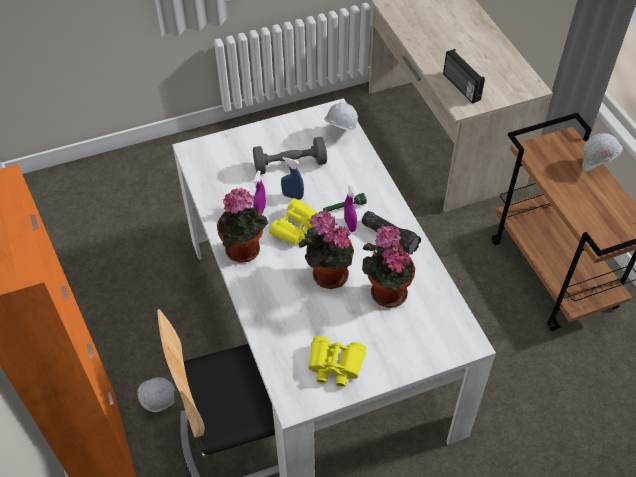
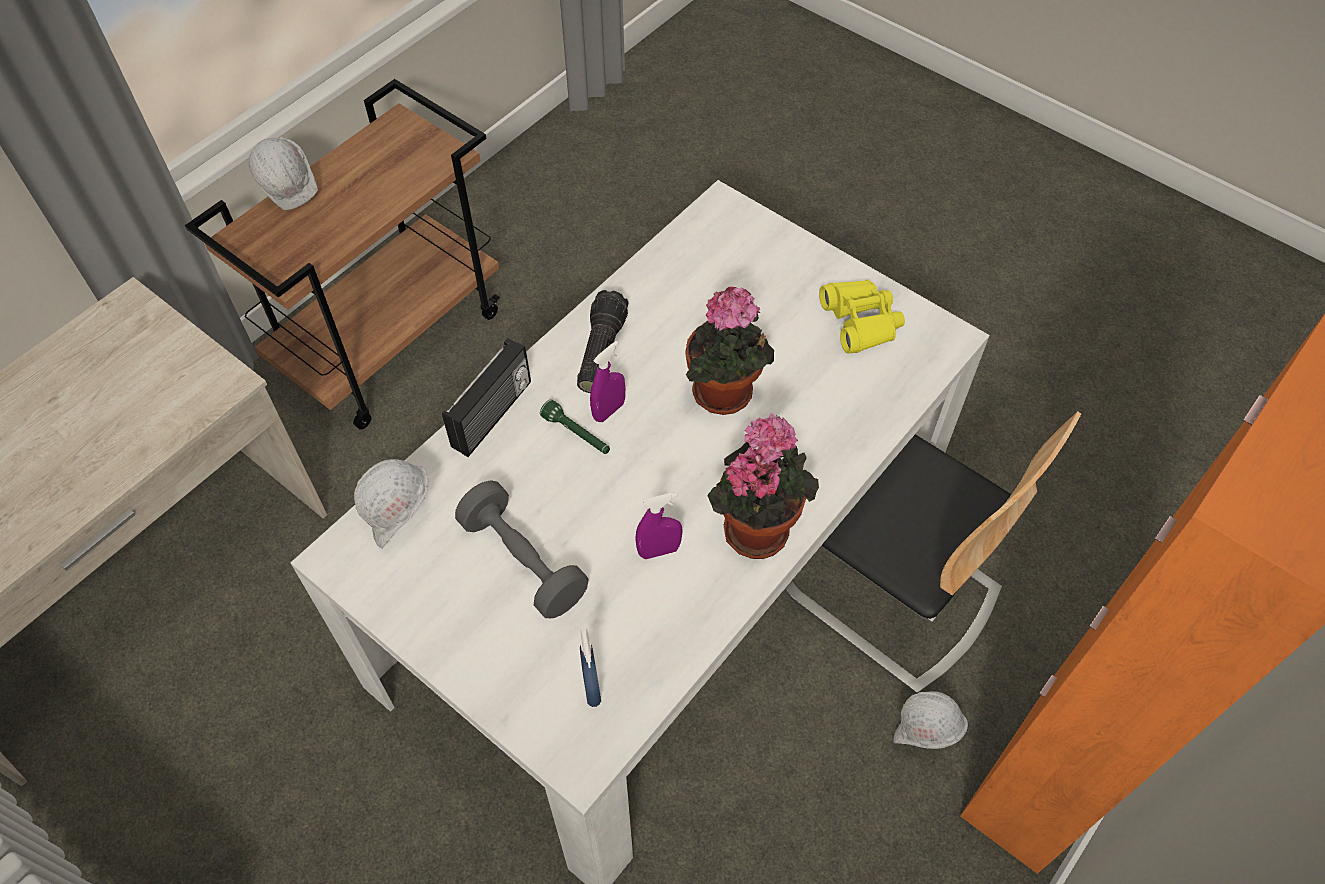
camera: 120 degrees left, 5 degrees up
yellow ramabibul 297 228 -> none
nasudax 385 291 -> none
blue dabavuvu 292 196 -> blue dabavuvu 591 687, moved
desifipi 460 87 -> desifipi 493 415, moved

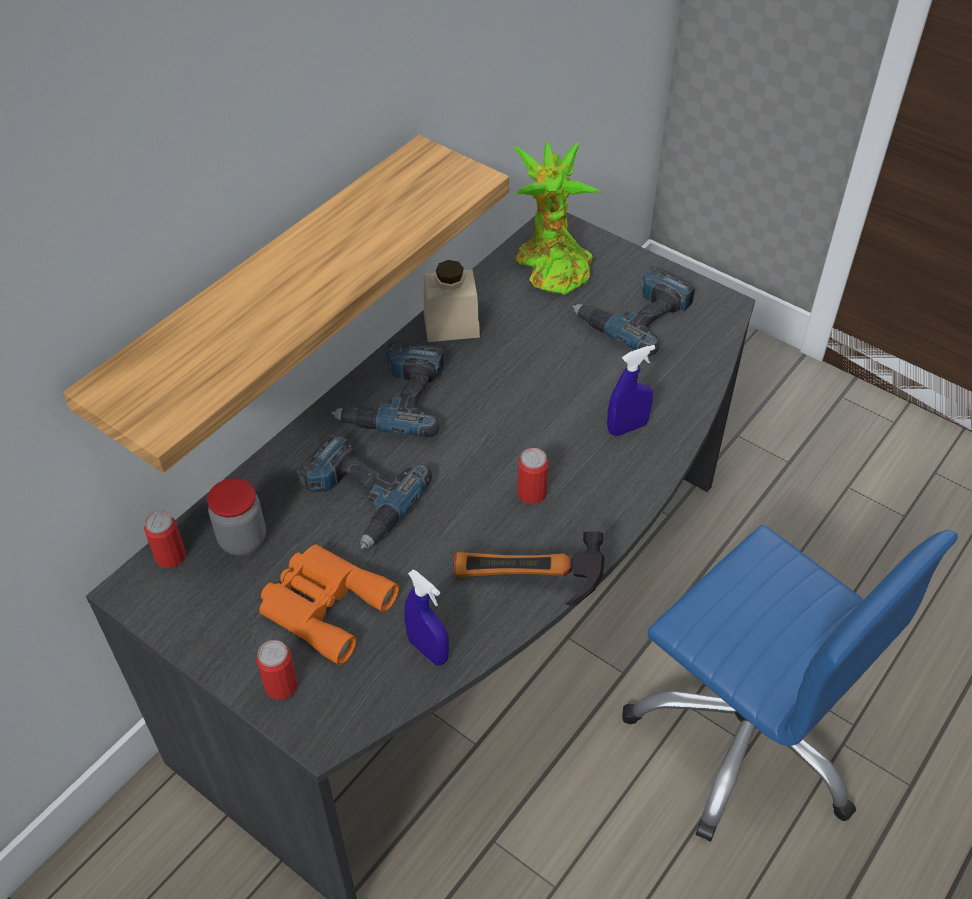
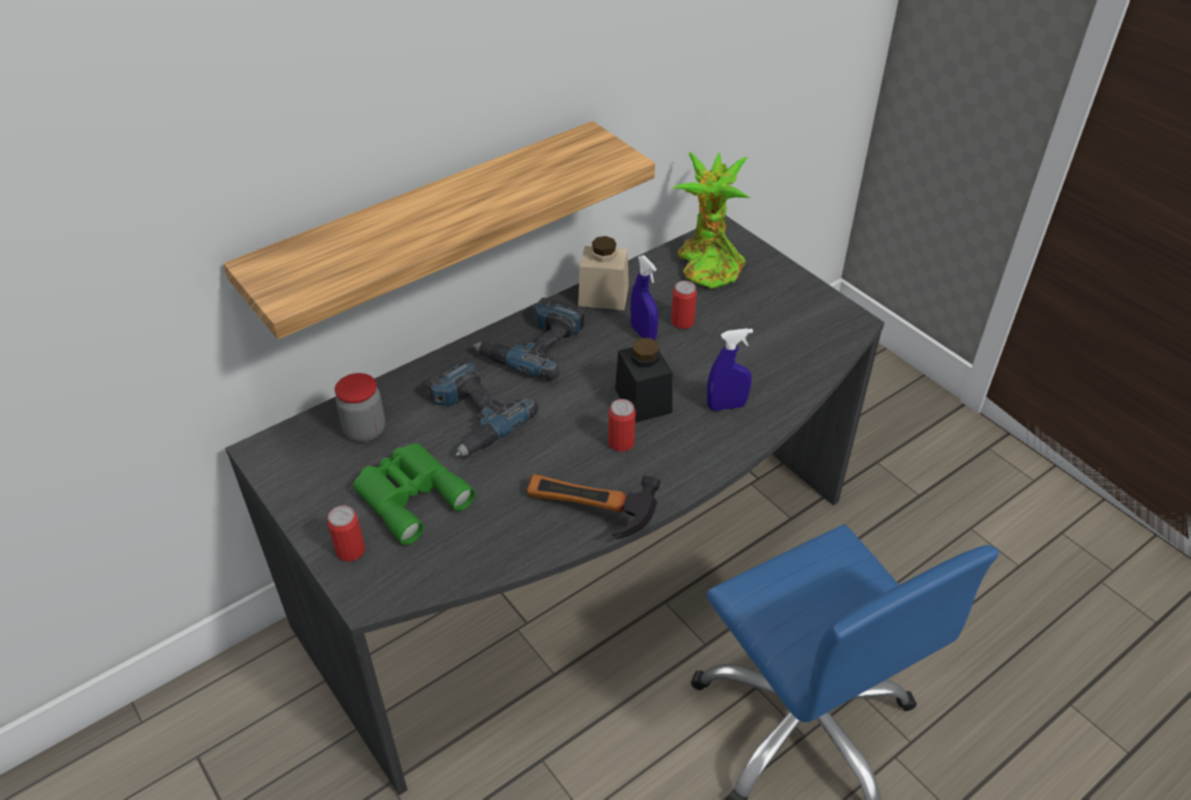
camera: 15 degrees right, 5 degrees down
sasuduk 635 315 -> none
none -> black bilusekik 643 400
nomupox 170 556 -> nomupox 682 322, moved
blue dabavuvu 428 650 -> blue dabavuvu 643 333, moved
orange ramabibul 324 605 -> green ramabibul 410 495

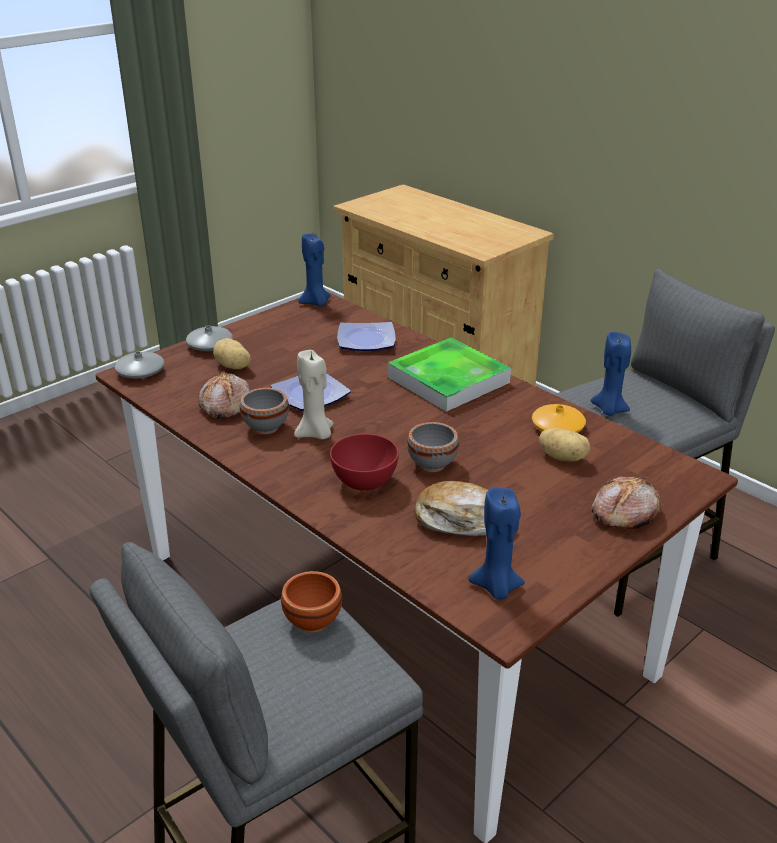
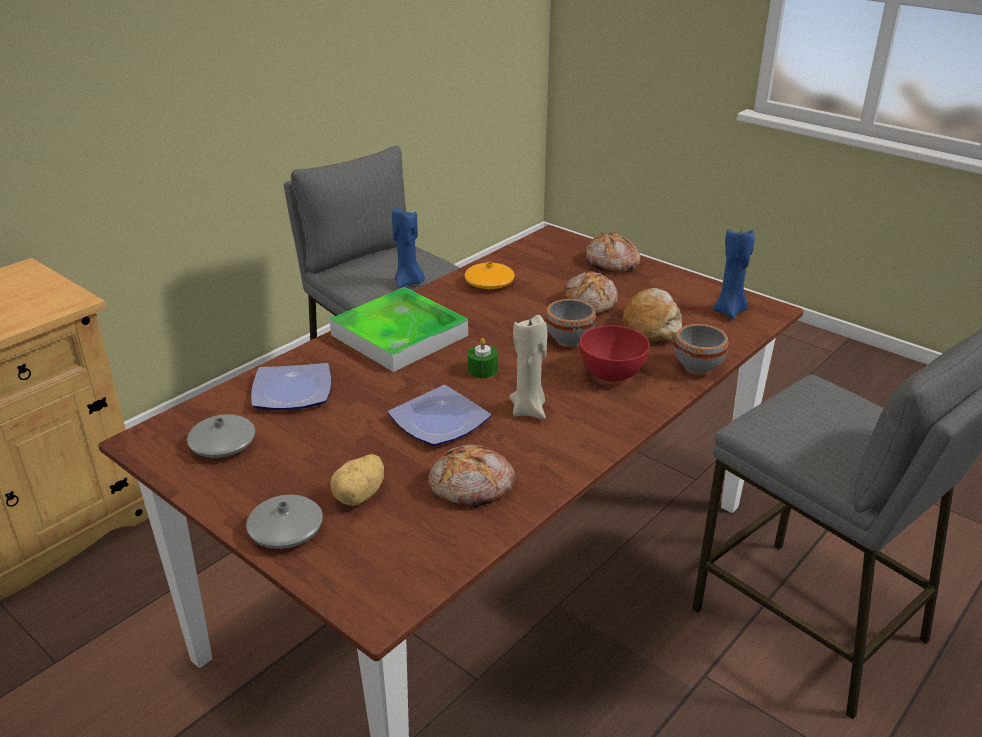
camera: 95 degrees left, 0 degrees up
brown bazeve 312 623 -> none
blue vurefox 316 303 -> none
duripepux 563 457 -> none
none -> green vurefox 482 370
none -> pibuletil 591 302
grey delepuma 140 372 -> grey delepuma 223 444, moved
grey bazeve 265 428 -> grey bazeve 699 368, moved

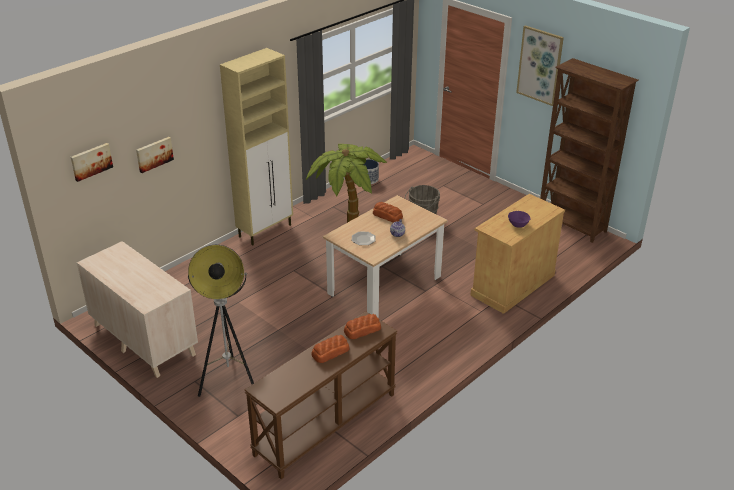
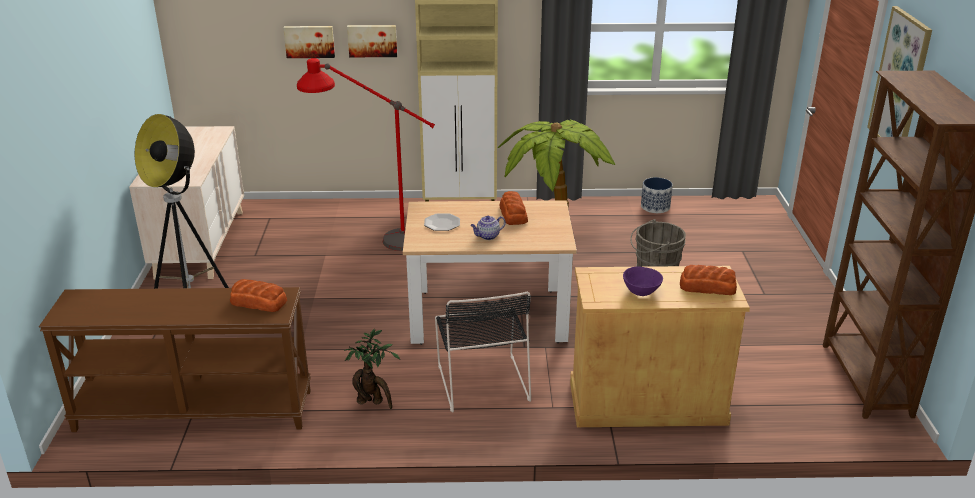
camera: 45 degrees right, 5 degrees down
none -> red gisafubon 373 240
none -> nasudax 373 402
none -> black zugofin 482 380
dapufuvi 91 161 -> dapufuvi 372 40, moved
pibuletil 330 352 -> pibuletil 707 286, moved

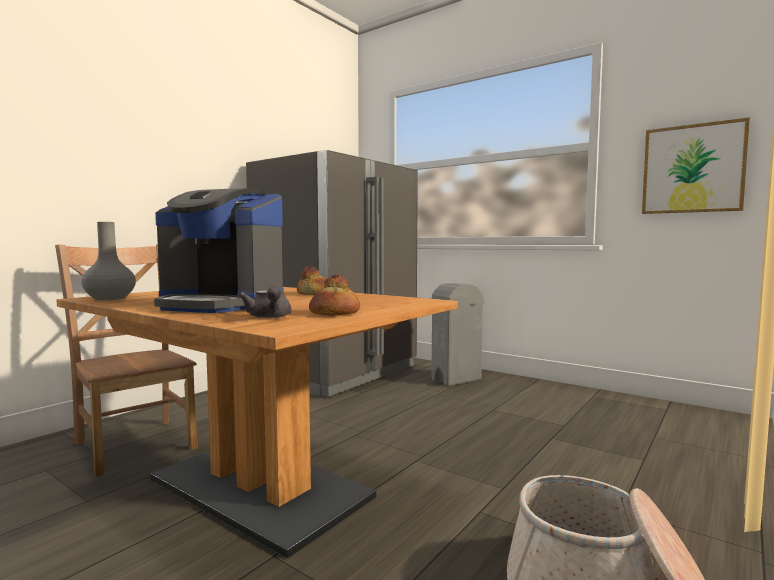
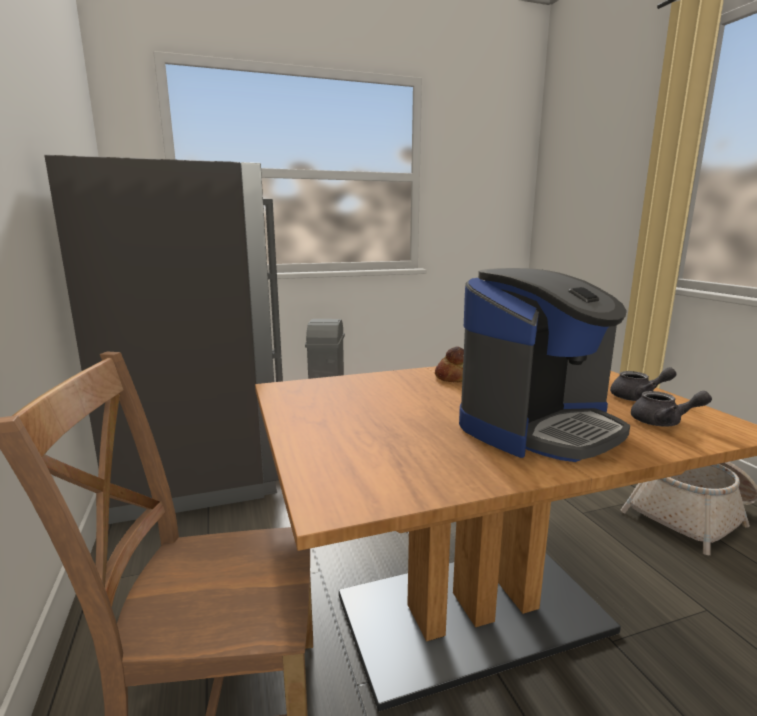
camera: 55 degrees left, 10 degrees up
grey delepuma 110 298 -> none
dapufuvi 692 169 -> none
pibuletil 335 313 -> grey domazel 638 397

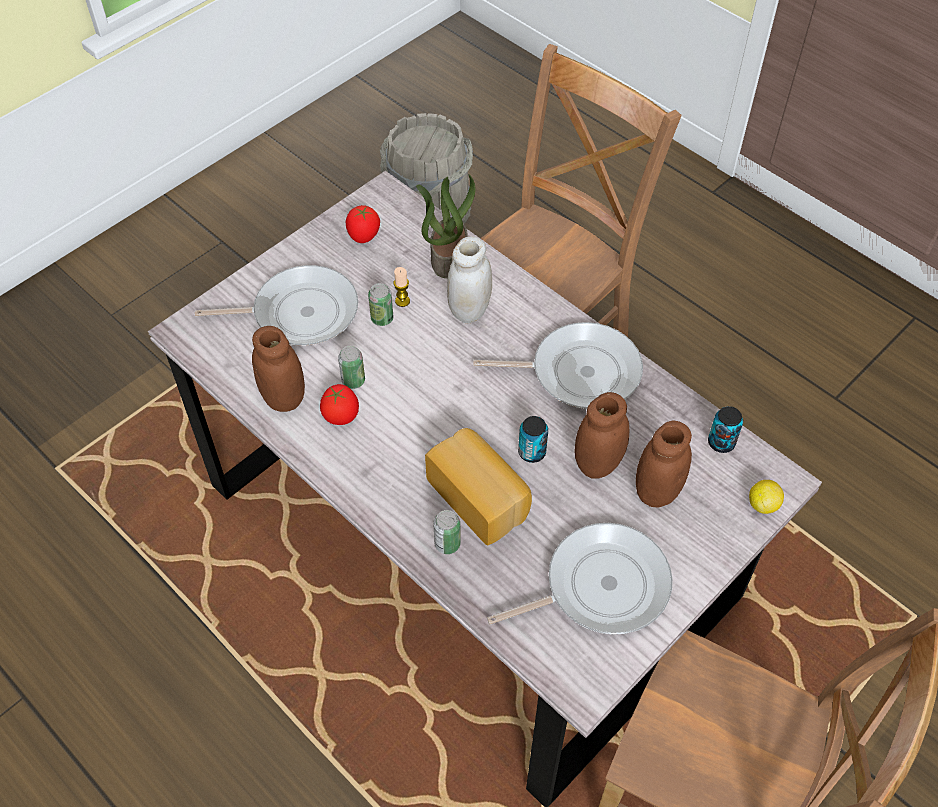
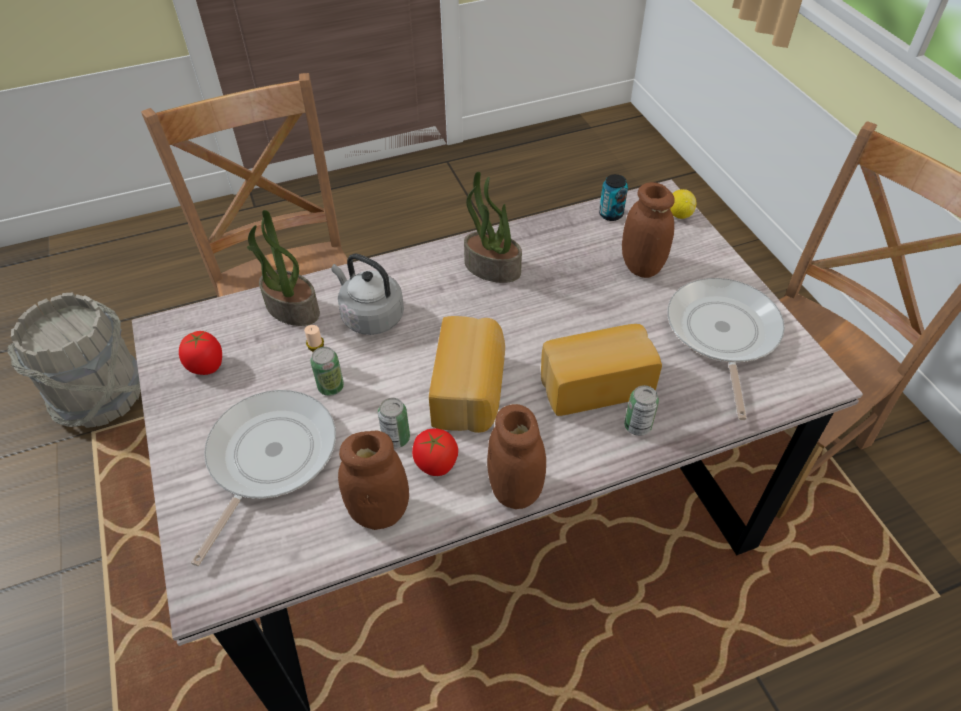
camera: 65 degrees left, 5 degrees down
nomupox 532 452 -> none
none -> pibuletil 470 390
brown bilusekik 598 464 -> brown bilusekik 515 490, moved
white bilusekik 469 310 -> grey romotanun 370 316
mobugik 579 372 -> nasudax 491 268

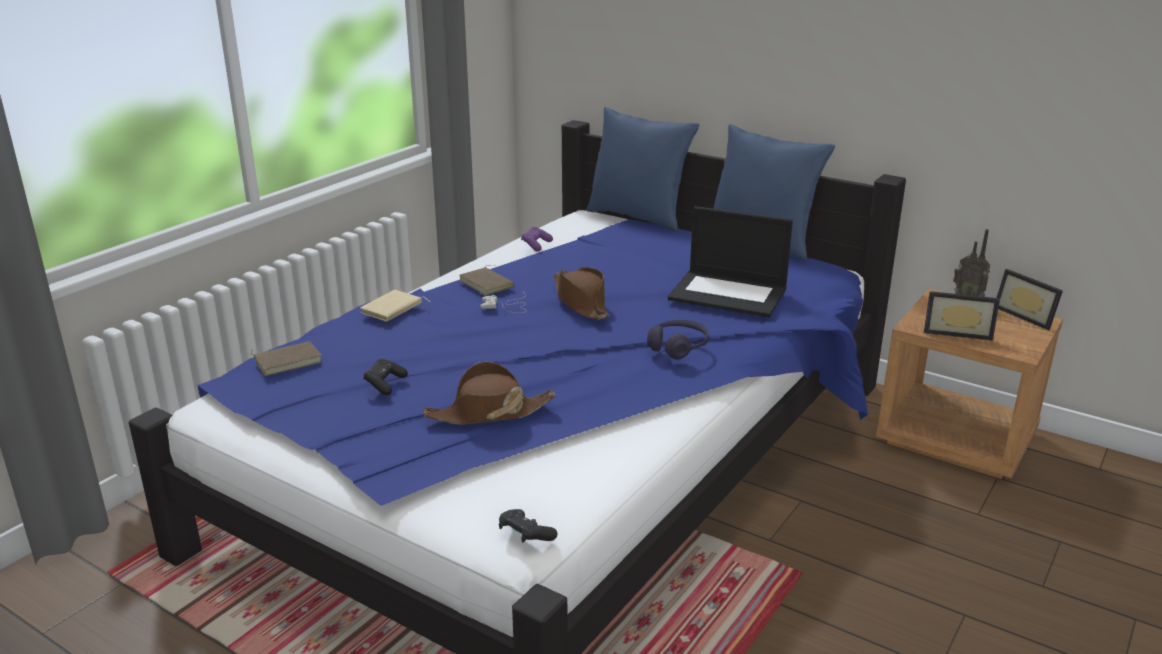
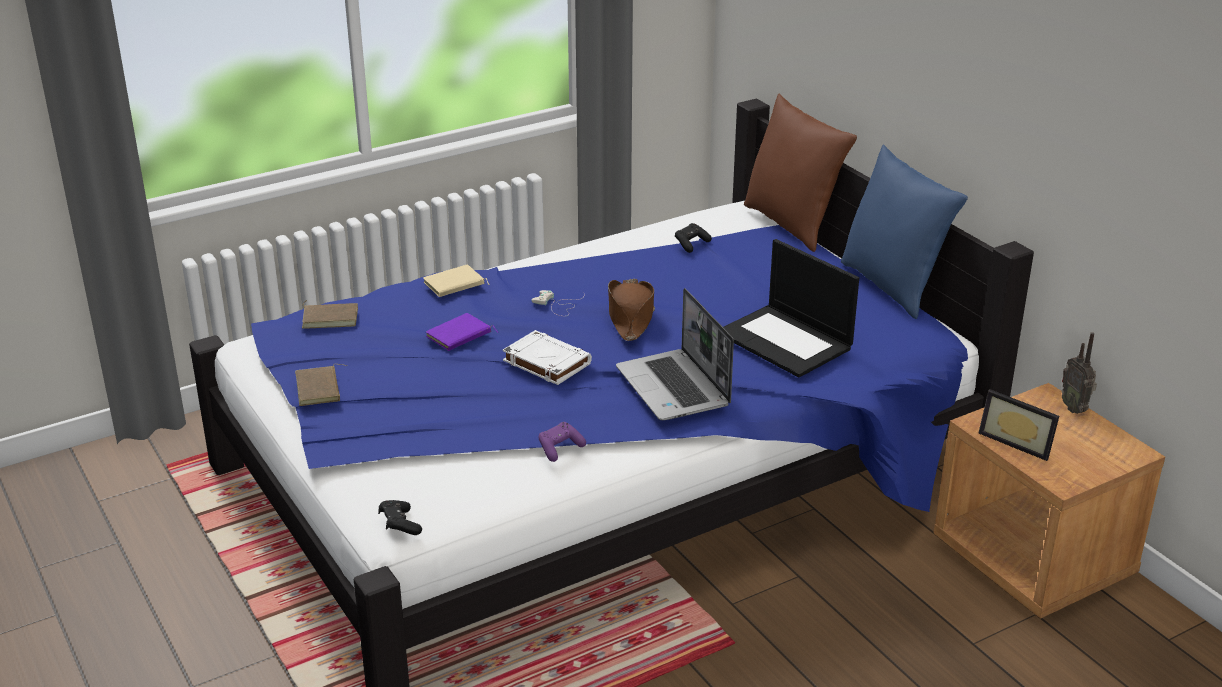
camera: 25 degrees right, 5 degrees up
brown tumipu 489 412 -> none
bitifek 1027 316 -> none
none -> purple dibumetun 459 336
none -> white dibumetun 546 362
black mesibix 385 384 -> black mesibix 691 244, moved
brown dibumetun 488 284 -> brown dibumetun 320 389, moved
purple mesibix 536 245 -> purple mesibix 560 448, moved
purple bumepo 678 347 -> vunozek 674 388
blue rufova 638 217 -> brown rufova 792 224

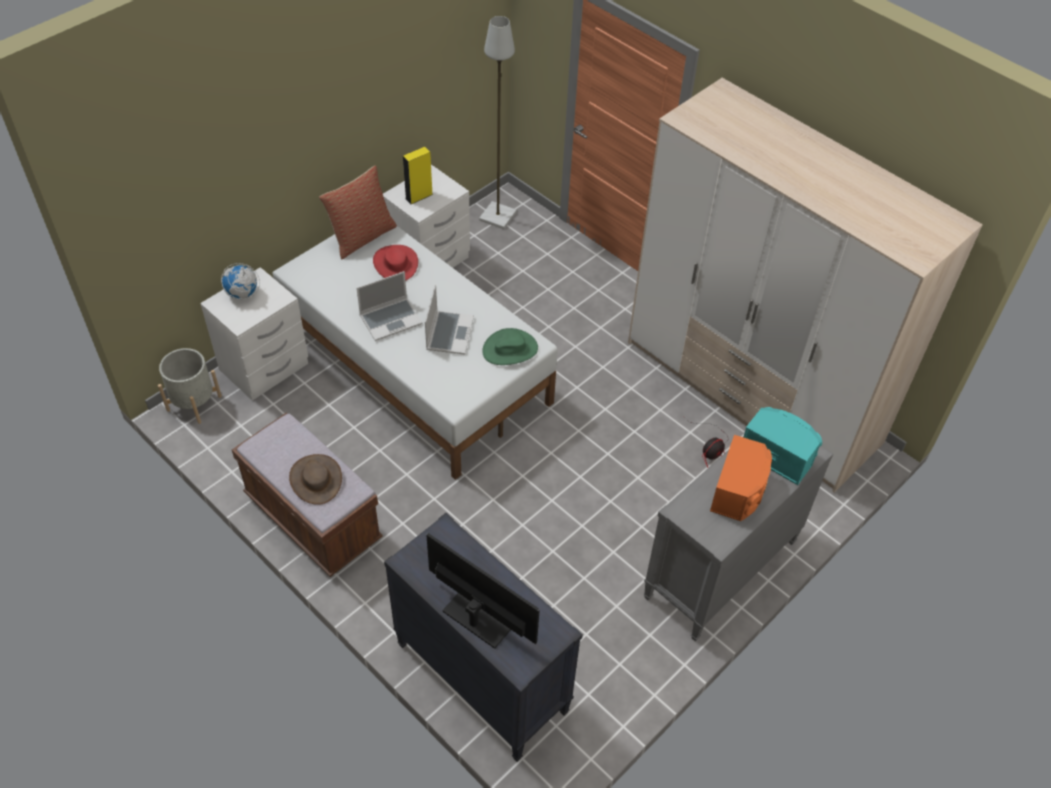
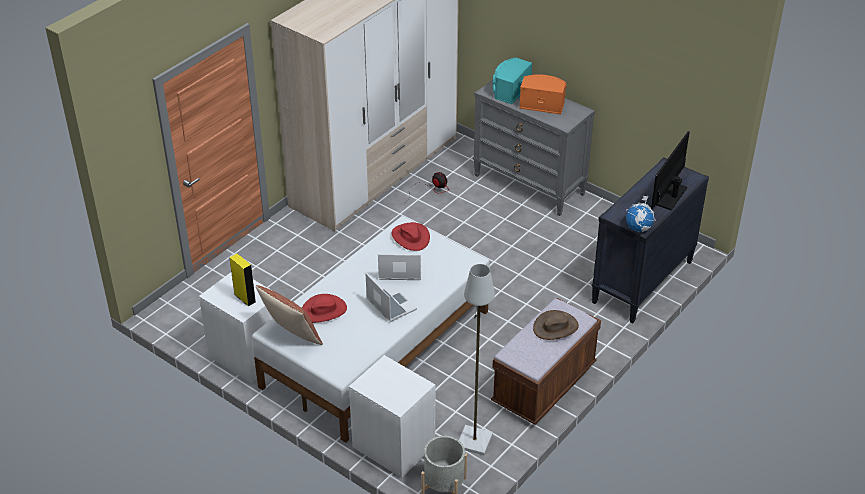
camera: 95 degrees left, 10 degrees down
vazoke 242 294 -> vazoke 639 228, moved
grey gisafubon 497 216 -> grey gisafubon 474 441, moved
green tumipu 510 349 -> red tumipu 410 237

